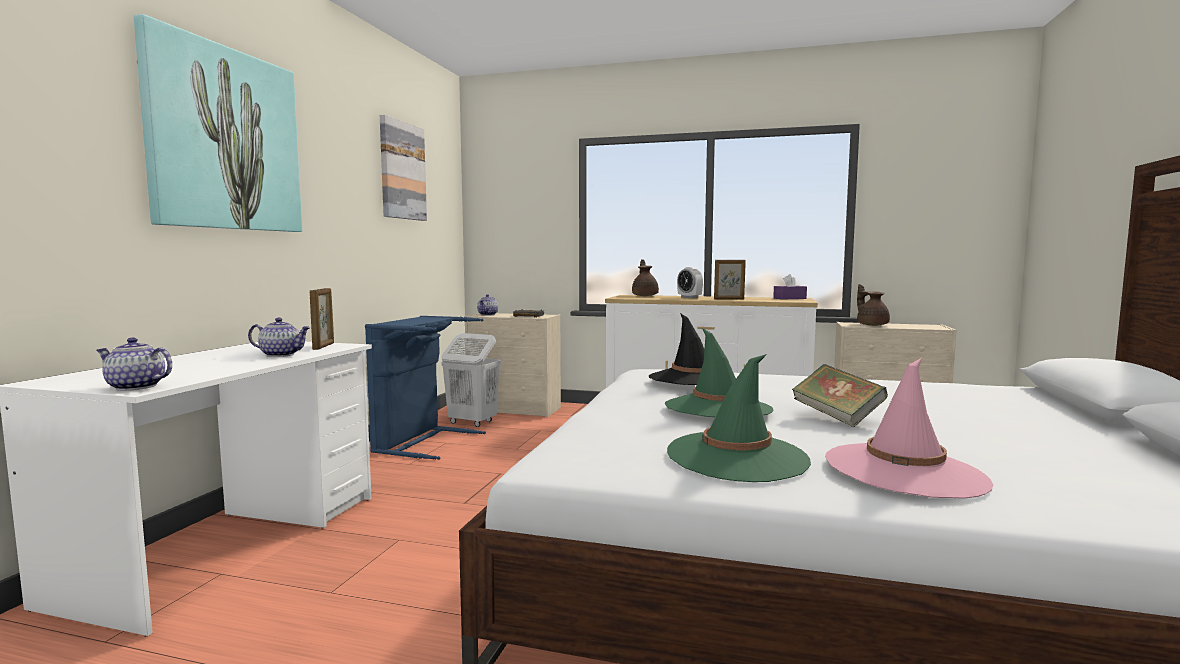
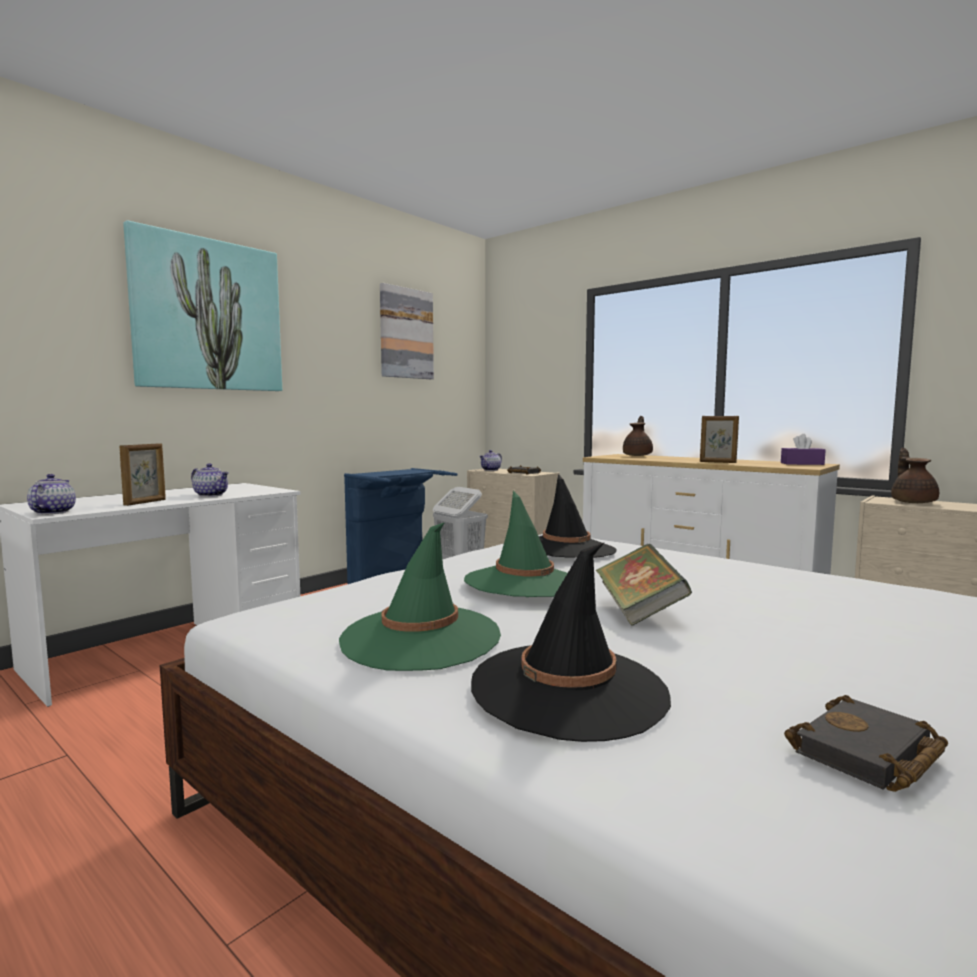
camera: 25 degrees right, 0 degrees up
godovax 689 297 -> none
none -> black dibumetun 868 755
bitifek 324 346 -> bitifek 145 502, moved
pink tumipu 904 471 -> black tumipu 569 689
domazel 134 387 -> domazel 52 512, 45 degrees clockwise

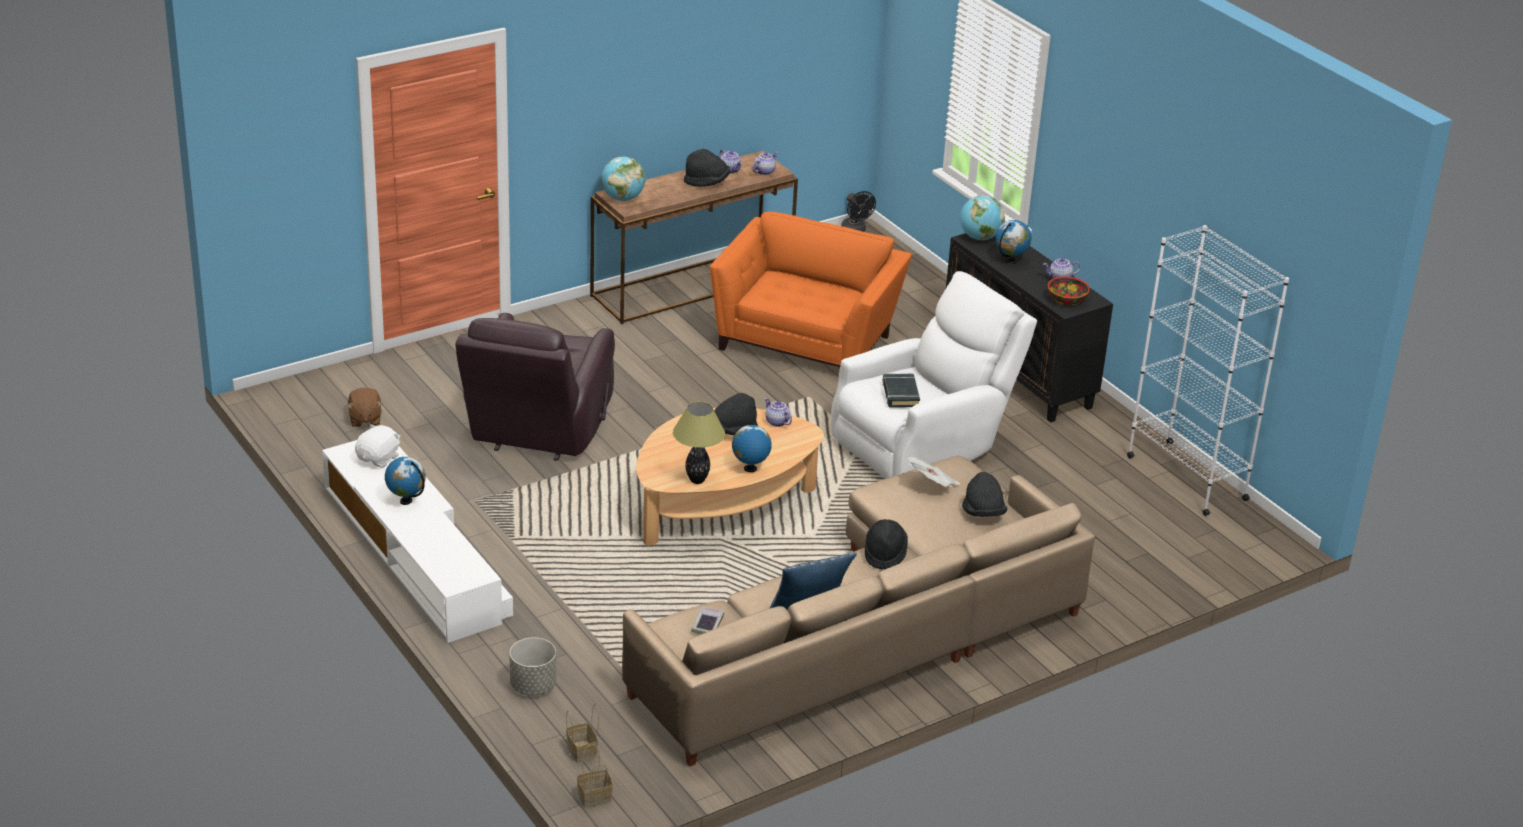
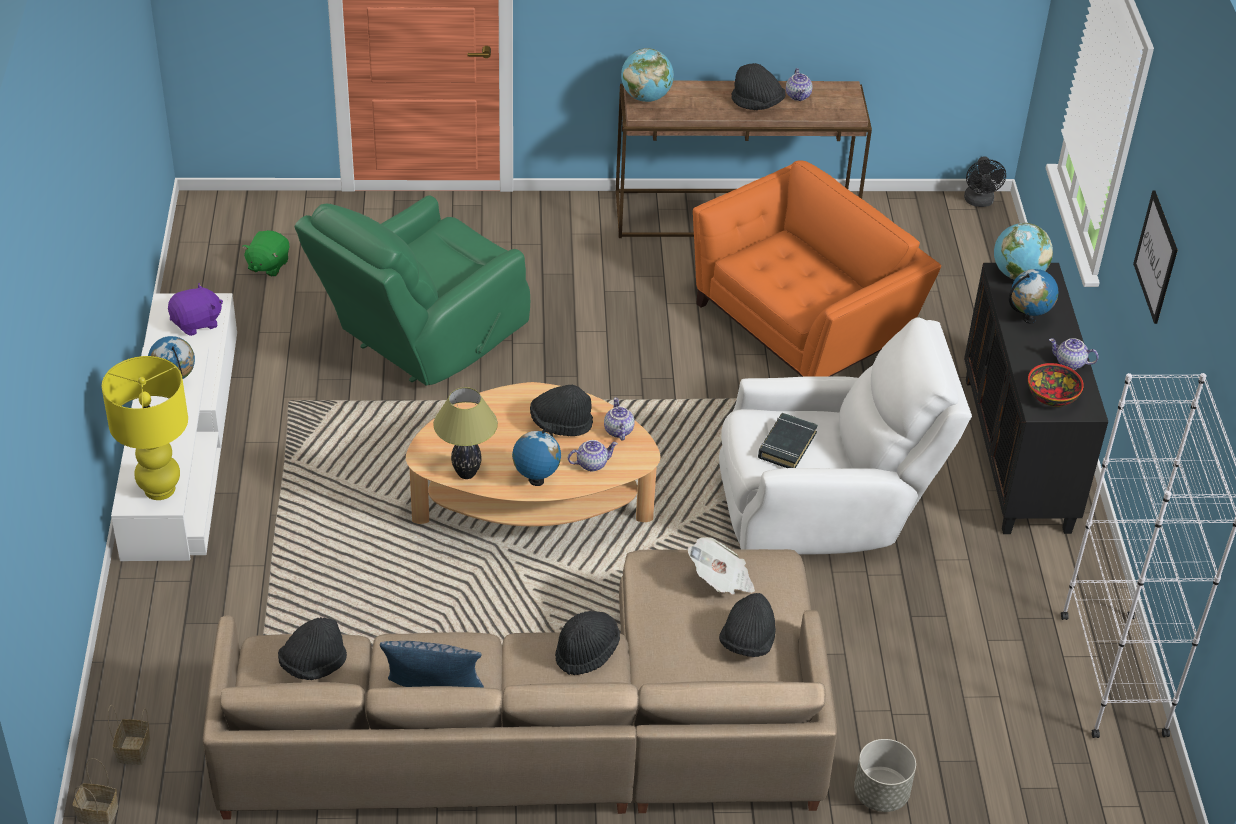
camera: 30 degrees right, 10 degrees up
none -> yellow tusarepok 160 489
none -> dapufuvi 1156 257
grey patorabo 533 686 -> grey patorabo 880 794, moved
domazel 764 171 -> domazel 592 463, moved
dibumetun 707 624 -> black tumipu 313 664
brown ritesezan 365 419 -> green ritesezan 268 265
white ritesezan 379 458 -> purple ritesezan 197 323
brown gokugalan 538 432 -> green gokugalan 421 341

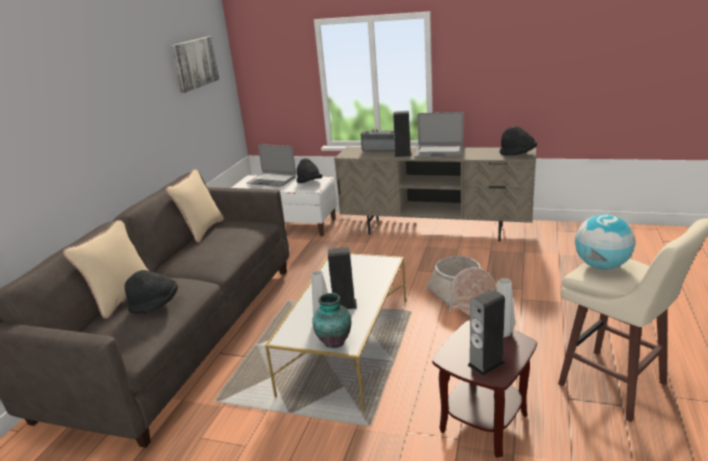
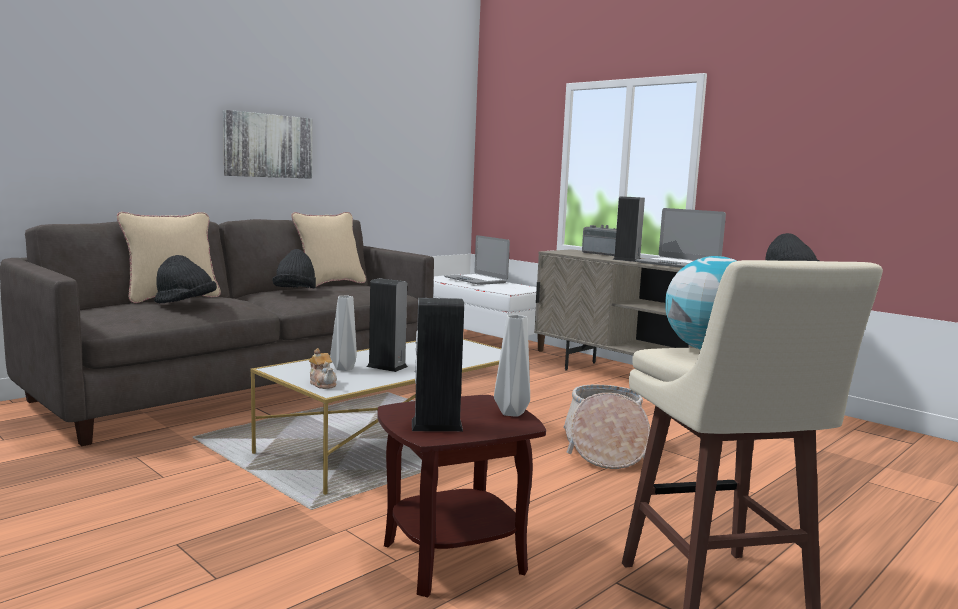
camera: 25 degrees right, 15 degrees down
dapufuvi 194 63 -> dapufuvi 268 146, moved
black tumipu 309 183 -> black tumipu 295 291, moved
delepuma 334 341 -> domazel 323 384

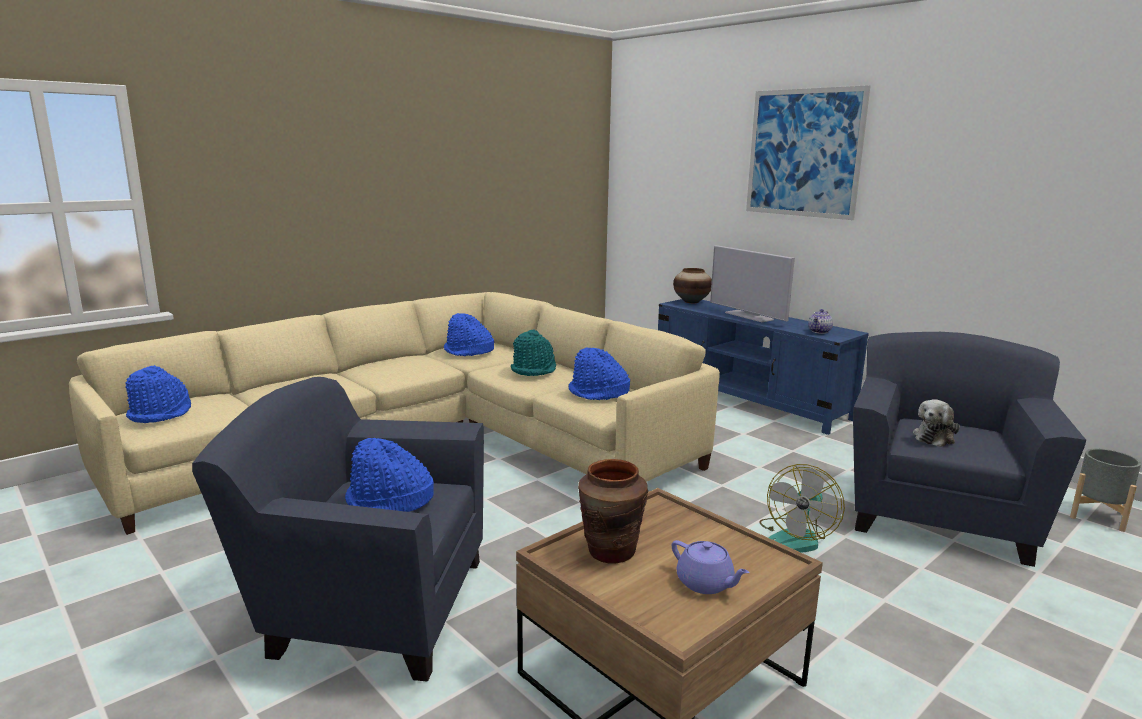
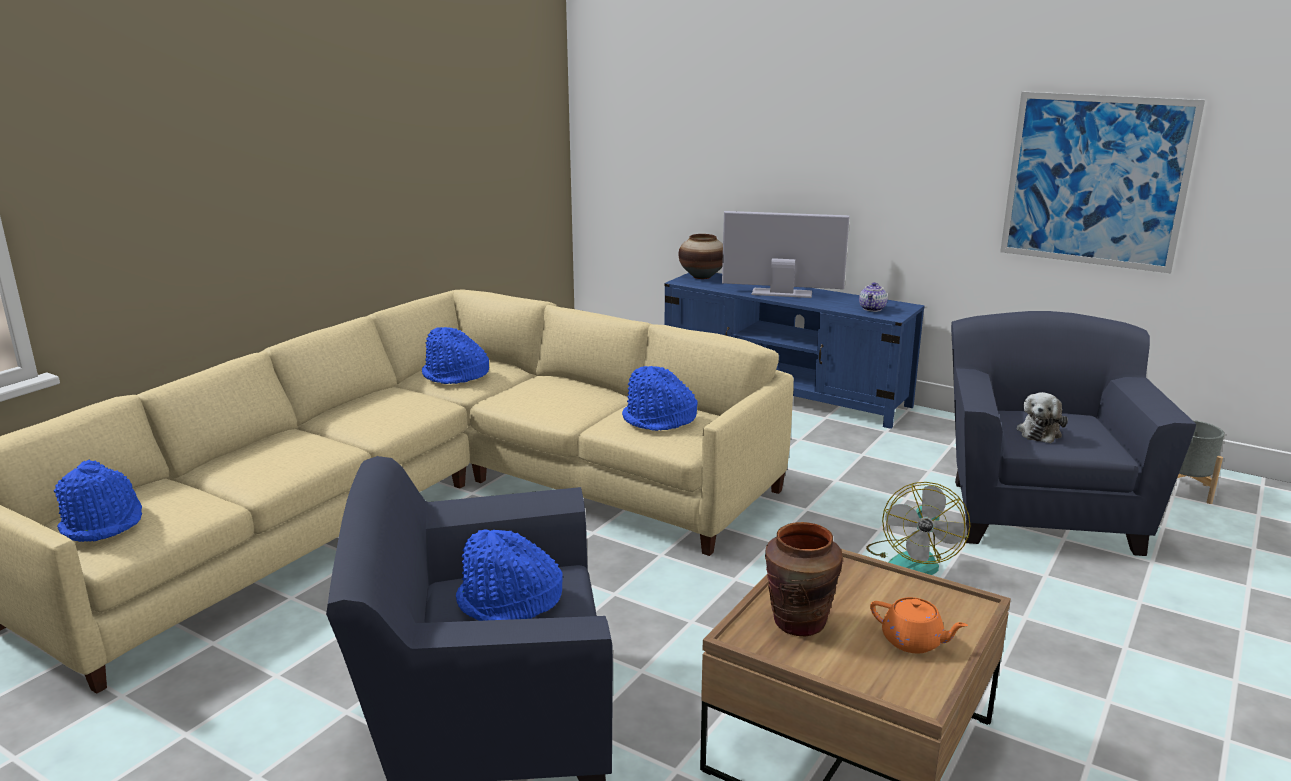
camera: 15 degrees left, 5 degrees up
turquoise tumipu 534 370 -> none
dapufuvi 803 153 -> dapufuvi 1095 181, moved
purple domazel 706 584 -> orange domazel 913 641
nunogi 748 316 -> nunogi 781 293, 150 degrees clockwise

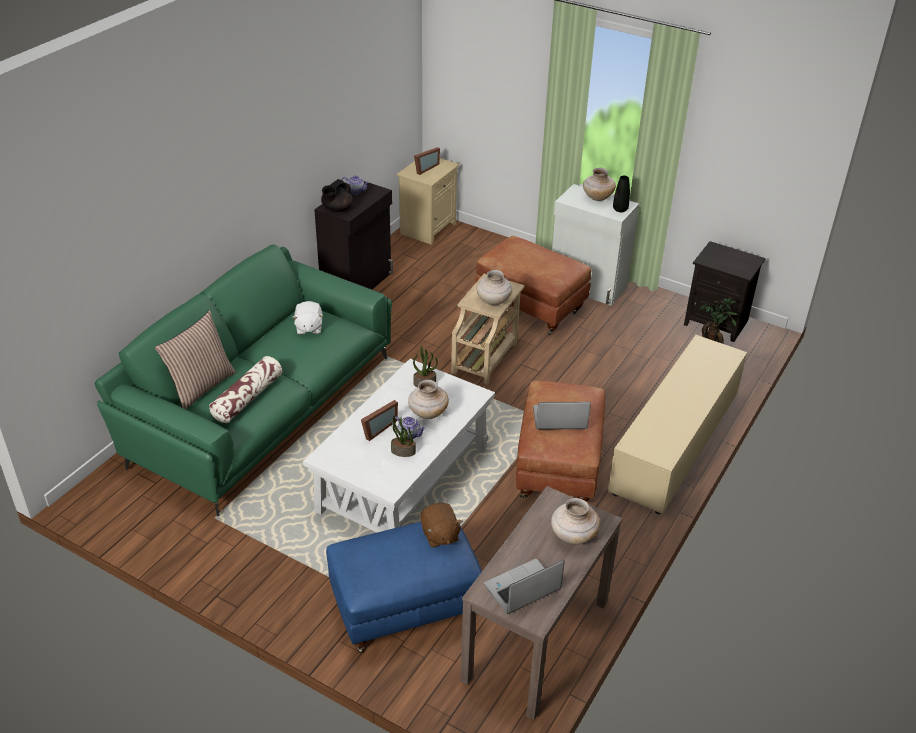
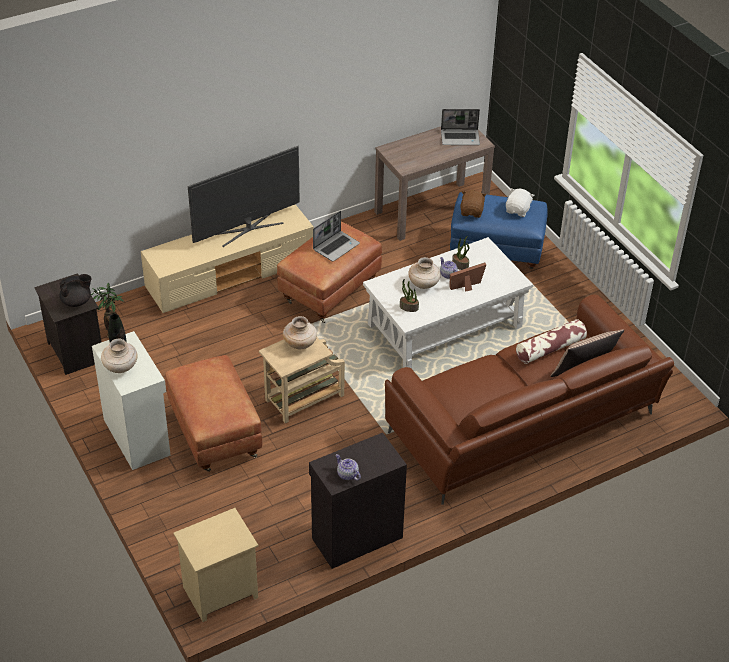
camera: 150 degrees left, 5 degrees up
bitifek 424 168 -> none
beige delepuma 573 536 -> none
none -> nunogi 248 228
white ritesezan 308 328 -> white ritesezan 518 210, moved
black domazel 337 209 -> black domazel 77 301, moved
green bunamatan 261 408 -> brown bunamatan 523 427
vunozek 559 419 -> vunozek 336 246, 75 degrees counterclockwise

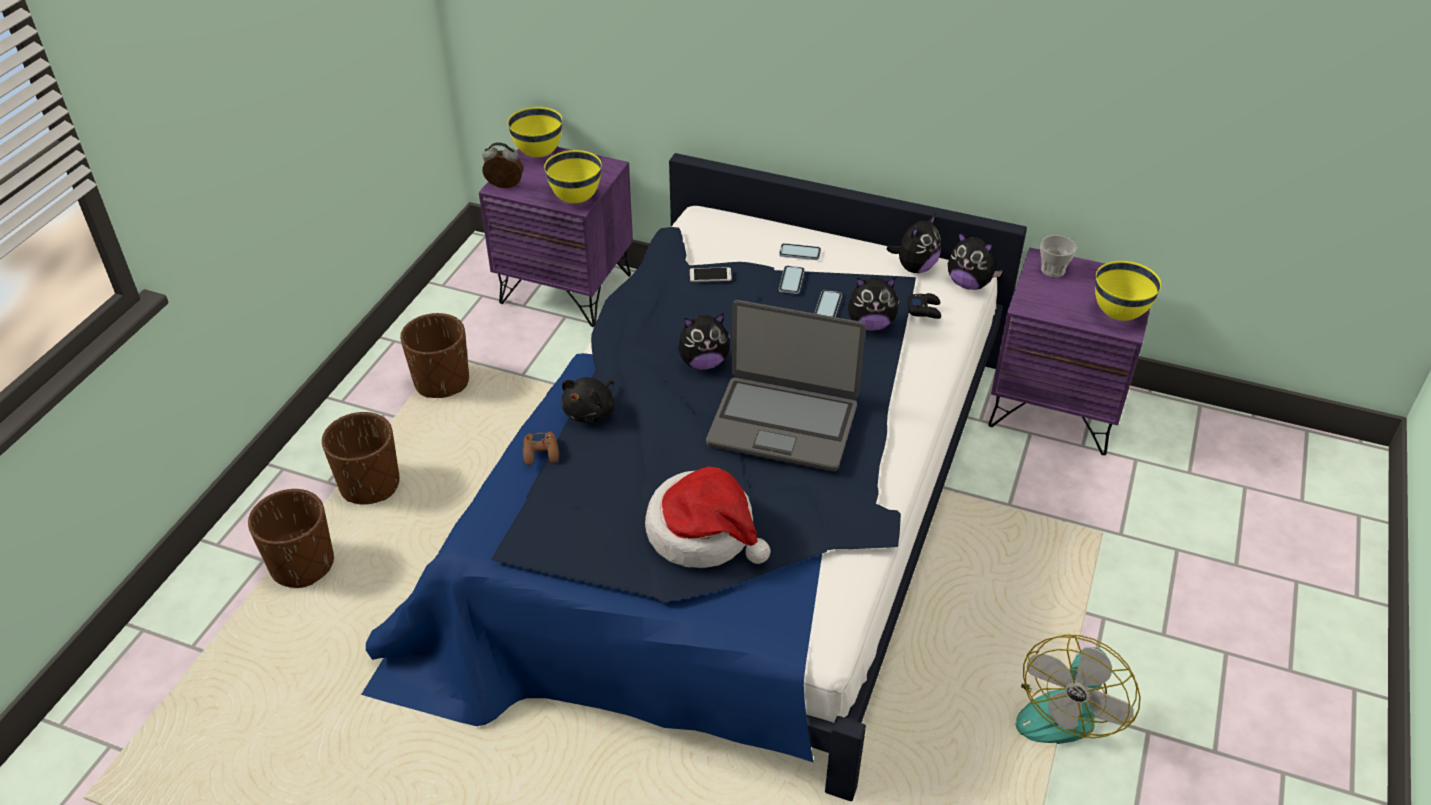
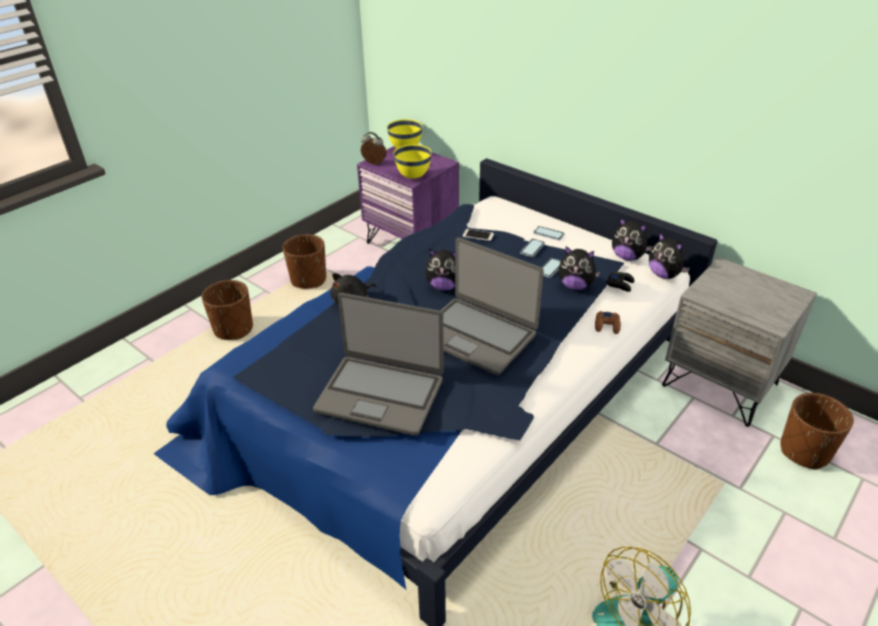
camera: 20 degrees right, 5 degrees down
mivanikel 1053 270 -> none
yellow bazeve 1118 314 -> none
brown patorabo 302 565 -> brown patorabo 804 451, moved
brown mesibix 541 452 -> brown mesibix 607 325, moved
tumipu 703 532 -> vunozek 380 394
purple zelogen 1055 408 -> grey zelogen 720 384
ritesezan 915 267 -> ritesezan 627 257, 60 degrees clockwise

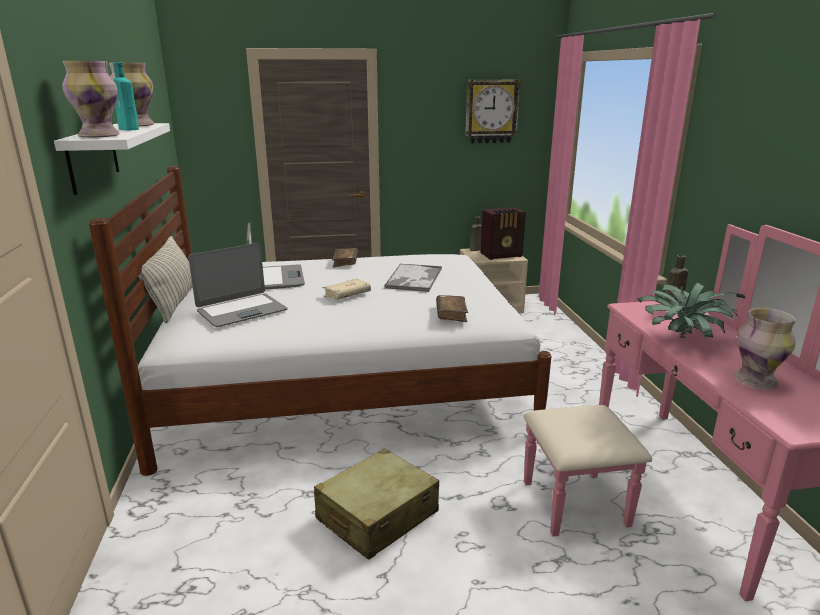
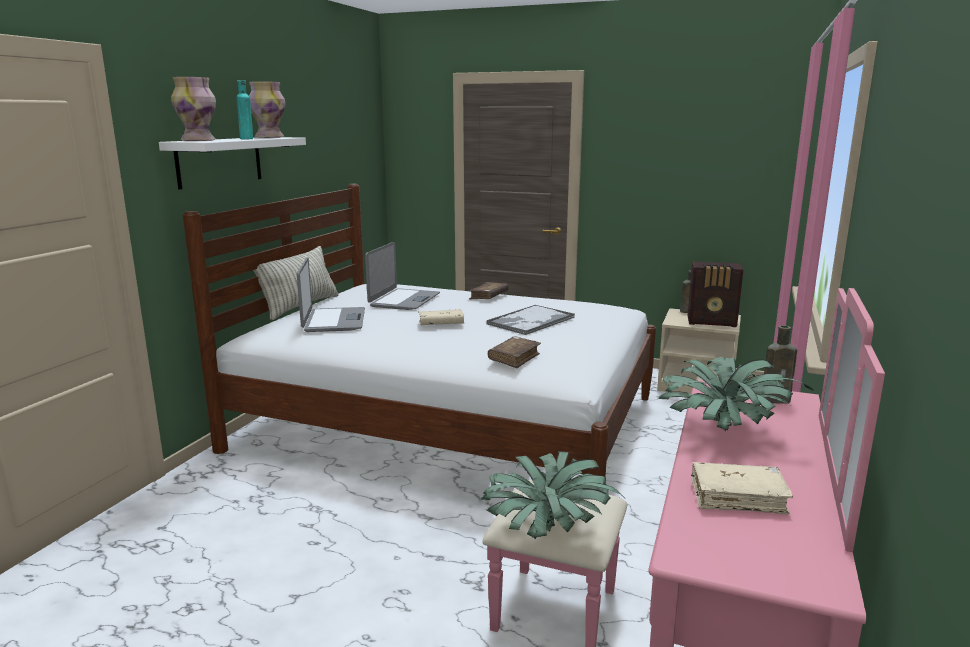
camera: 30 degrees right, 5 degrees down
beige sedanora 377 516 -> none
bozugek 491 111 -> none
none -> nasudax 546 533
delepuma 756 381 -> beige dibumetun 737 497
vunozek 241 311 -> vunozek 333 321, 90 degrees counterclockwise

